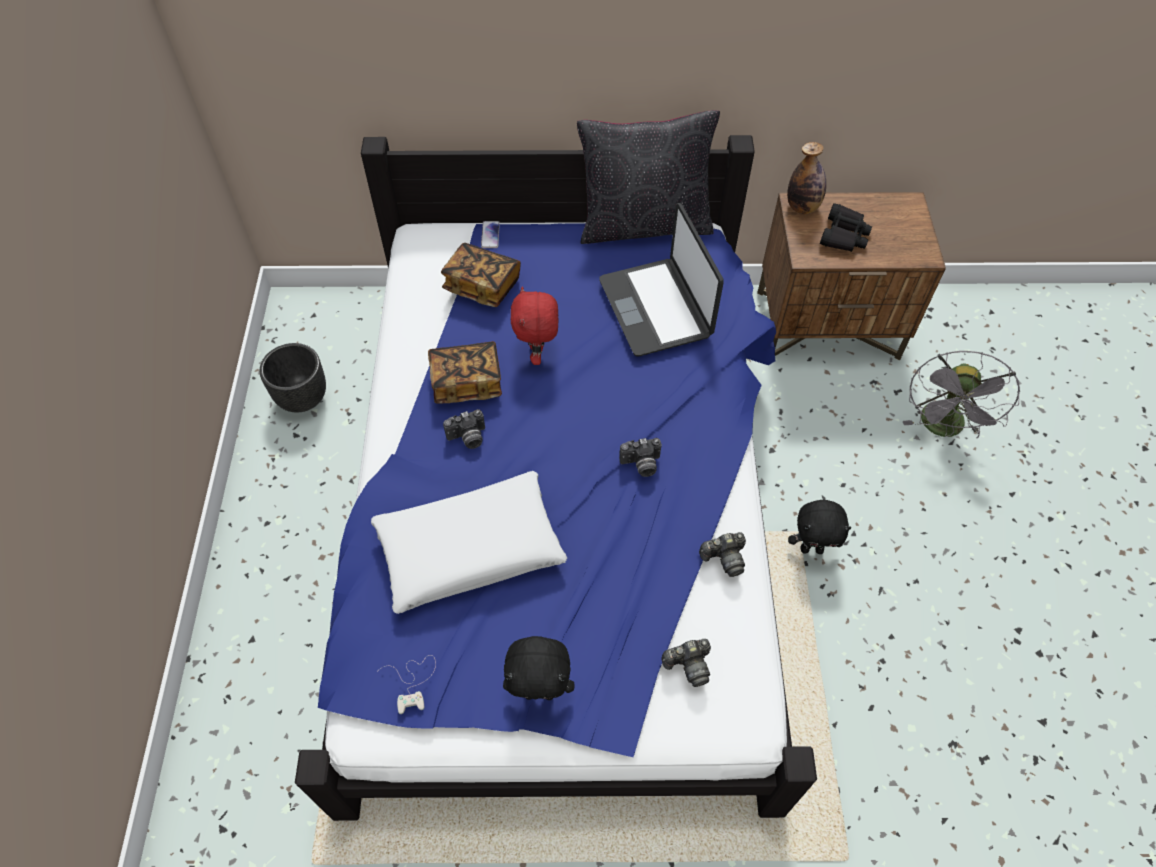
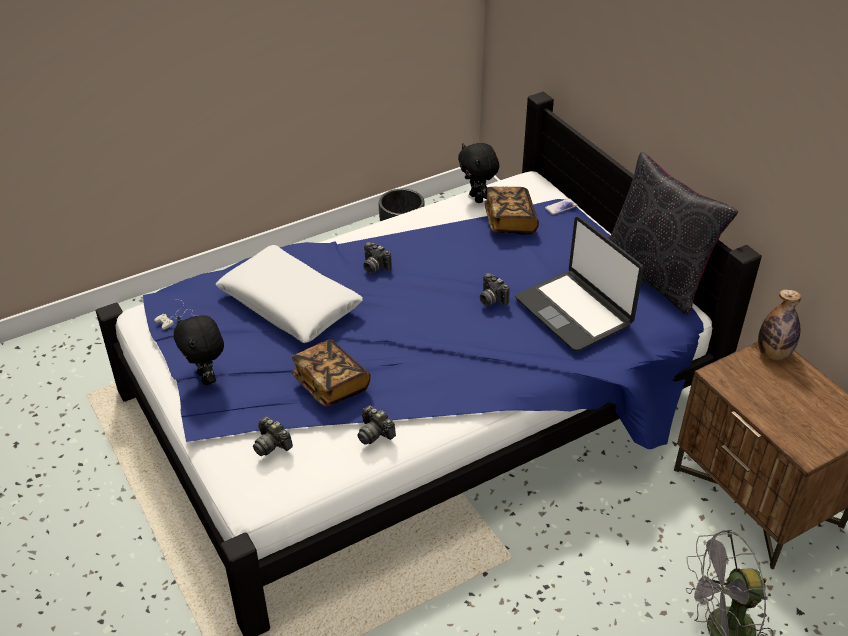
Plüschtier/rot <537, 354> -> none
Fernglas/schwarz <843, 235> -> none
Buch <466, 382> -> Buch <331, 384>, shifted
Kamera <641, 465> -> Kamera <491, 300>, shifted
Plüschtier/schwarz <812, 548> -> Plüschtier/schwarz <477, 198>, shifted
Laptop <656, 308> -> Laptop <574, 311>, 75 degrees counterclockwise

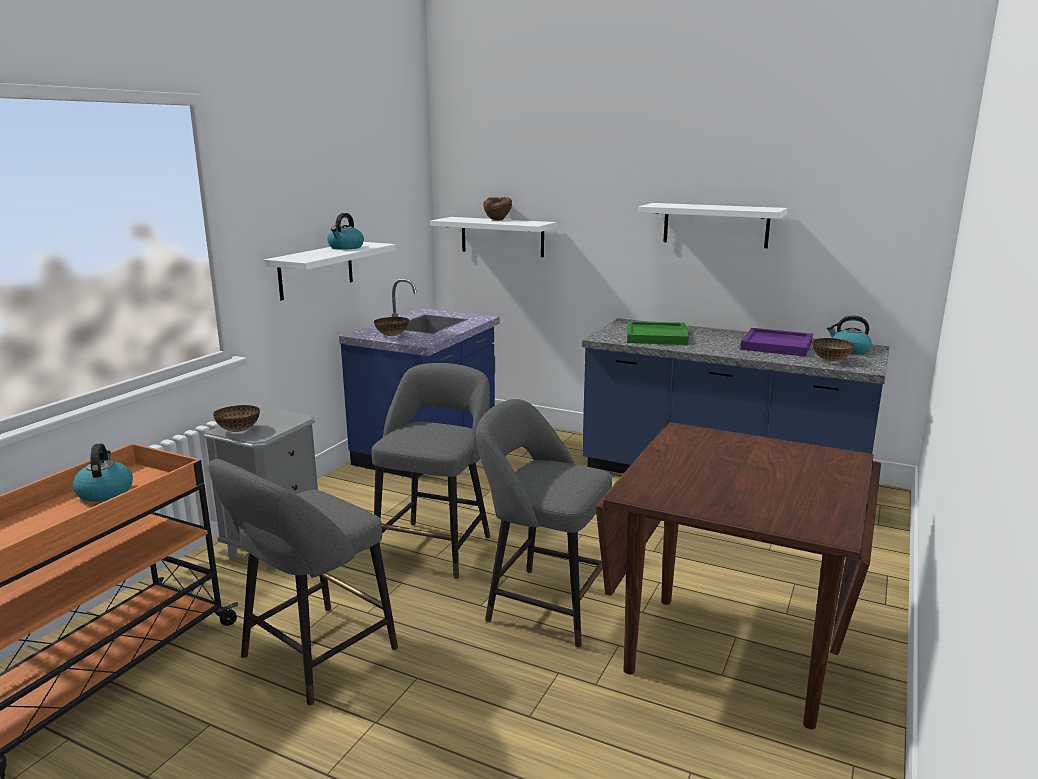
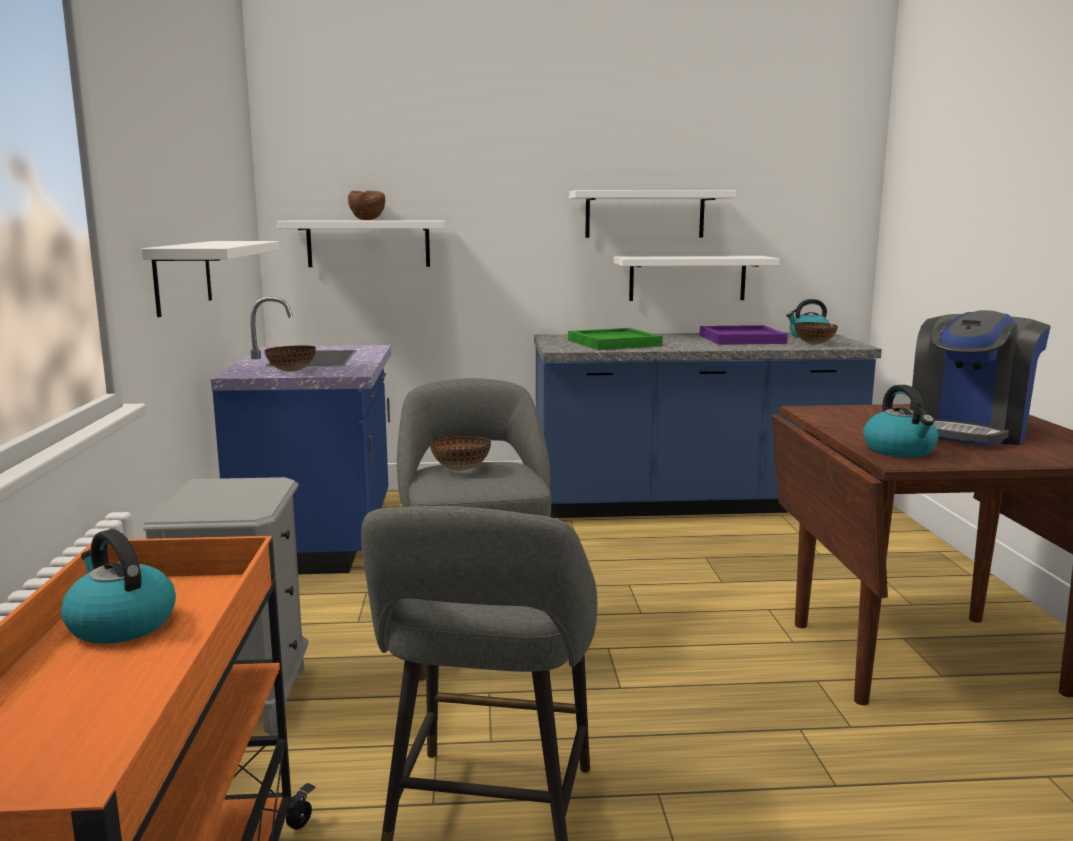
Hocker/grau <544, 604> -> none
none -> Wandregal/weiß <687, 278>
none -> Kaffeemaschine <969, 431>
Schüssel <239, 430> -> Schüssel <461, 469>, shifted
Wasserkessel <346, 247> -> Wasserkessel <900, 450>, shifted

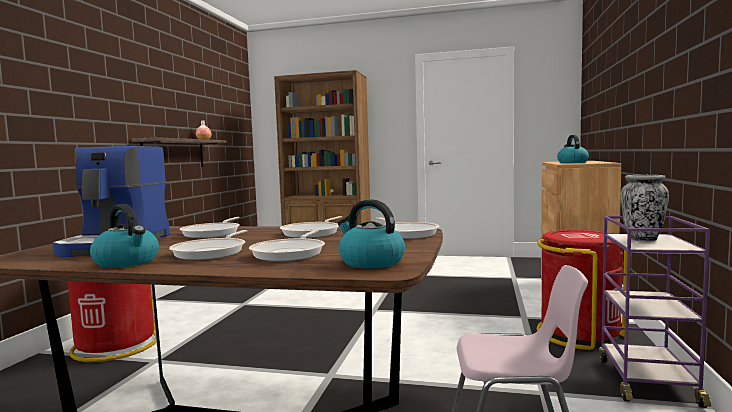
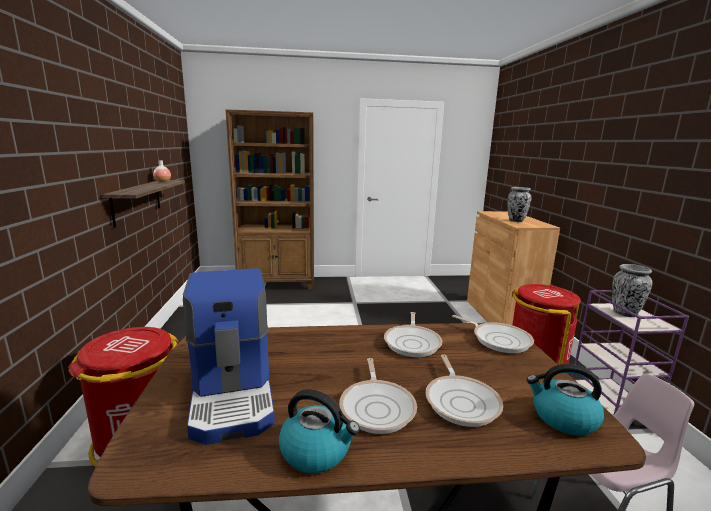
Pfanne <213, 233> -> none
Wasserkessel <572, 162> -> Vase <516, 221>

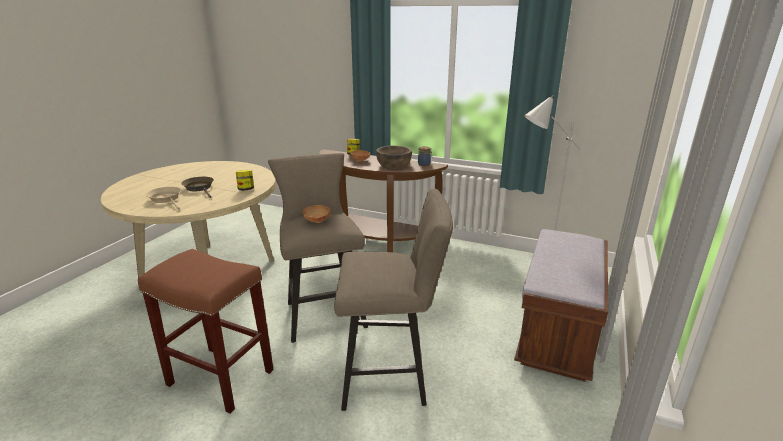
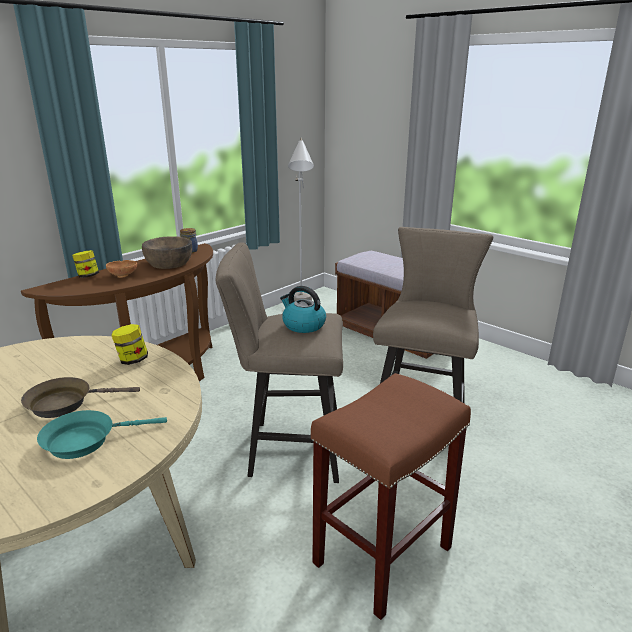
Schüssel/braun <316, 221> -> Wasserkessel <303, 325>
Pfanne/beige <166, 199> -> Pfanne/türkis <86, 440>

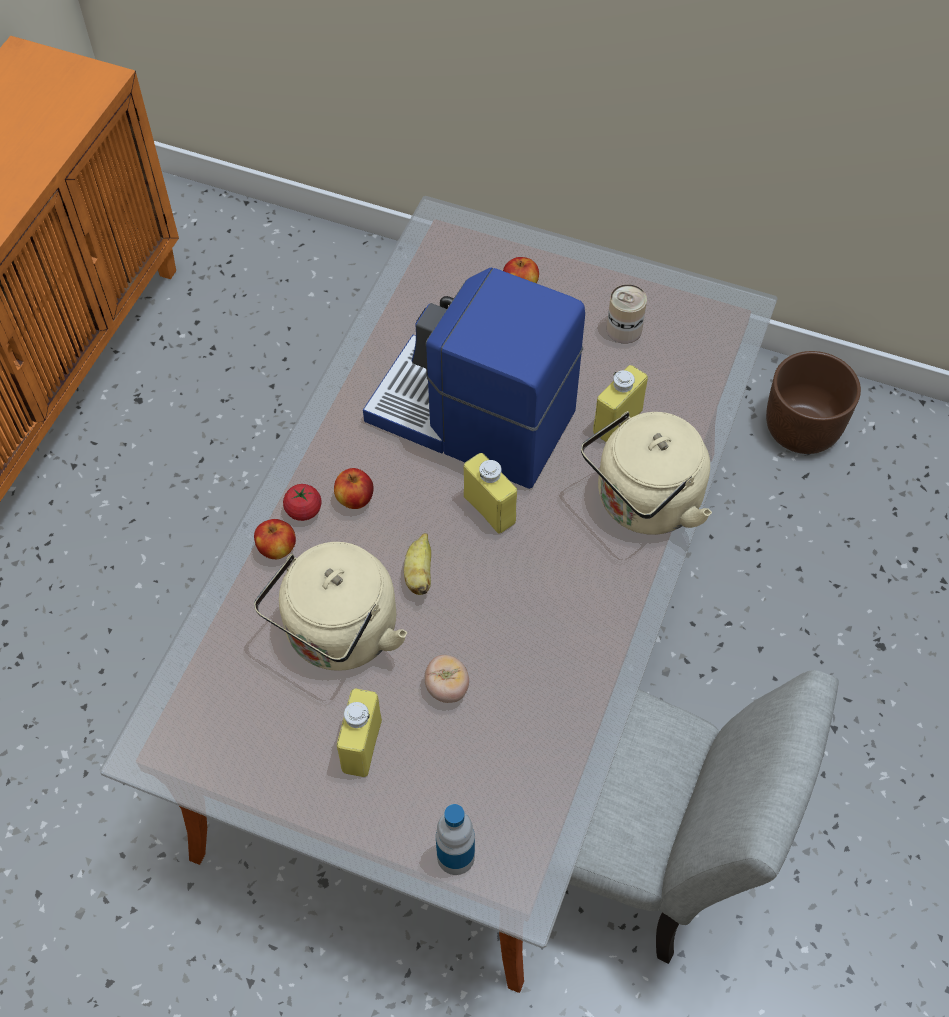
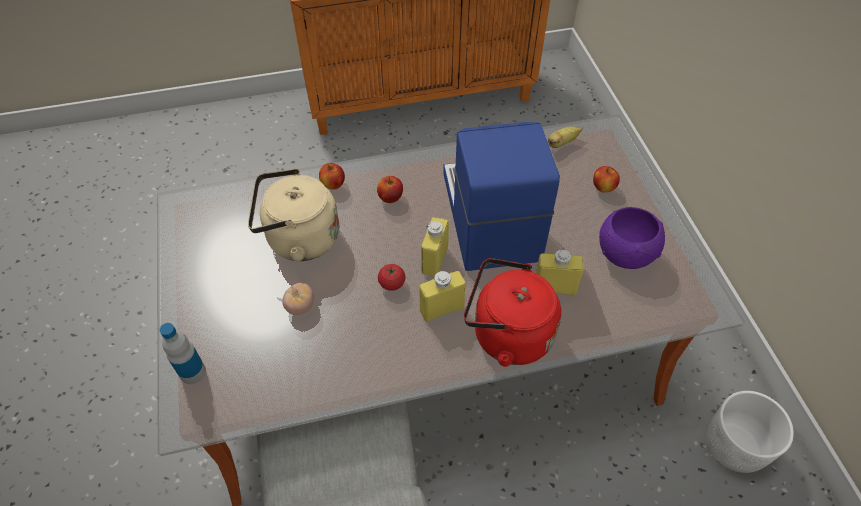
Tomate <303, 510> -> Tomate <392, 283>, shifted
Flasche/gelb <362, 746> -> Flasche/gelb <441, 309>, shifted
Banane <419, 573> -> Banane <562, 143>, shifted
Dose <624, 329> -> Schüssel/lila <626, 253>
Wasserkessel/beige <643, 503> -> Wasserkessel/rot <507, 335>
Pflanzkübel/braun <801, 428> -> Pflanzkübel/weiß <734, 446>

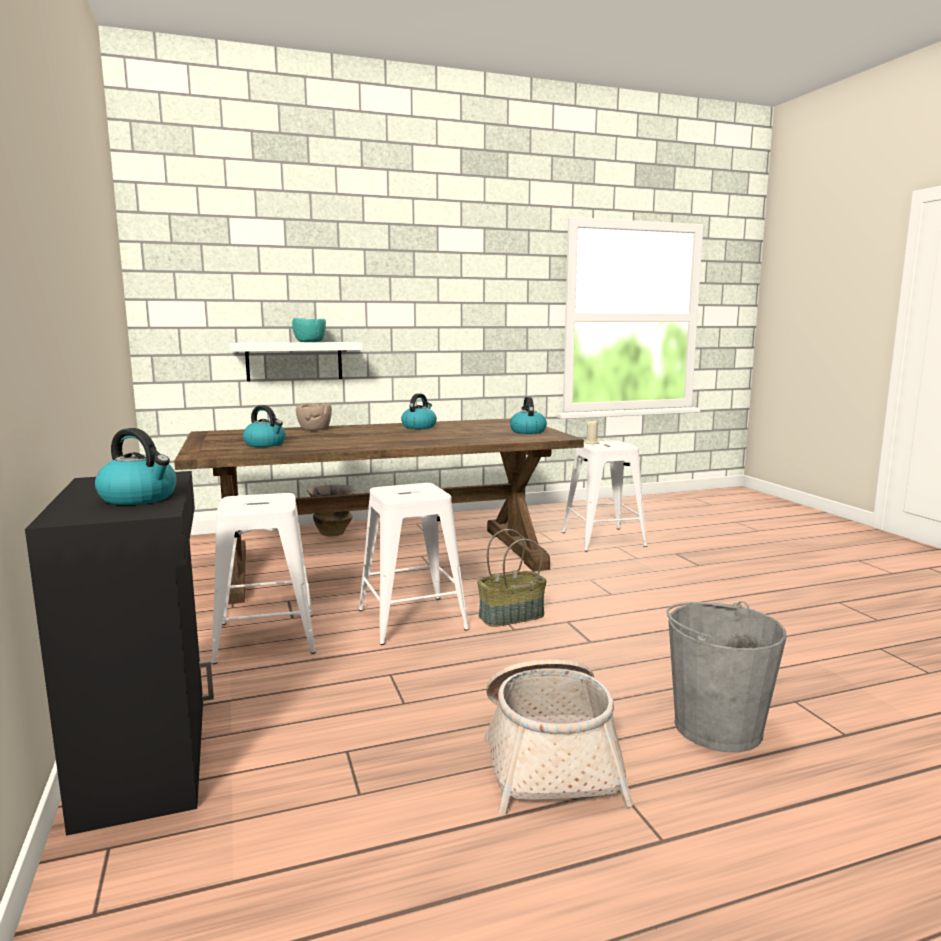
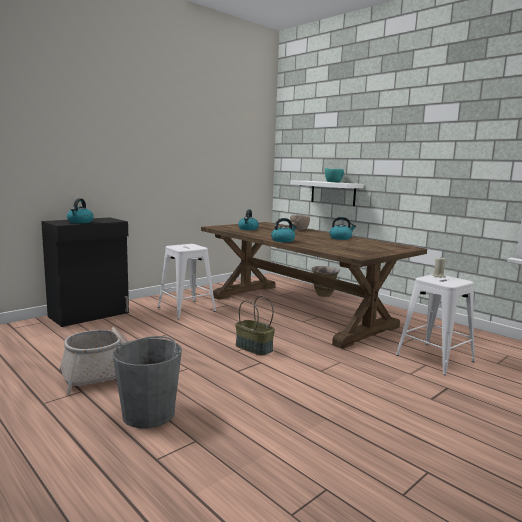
Hocker/weiß <412, 619> -> none
Wasserkessel <527, 431> -> Wasserkessel <283, 240>, shifted

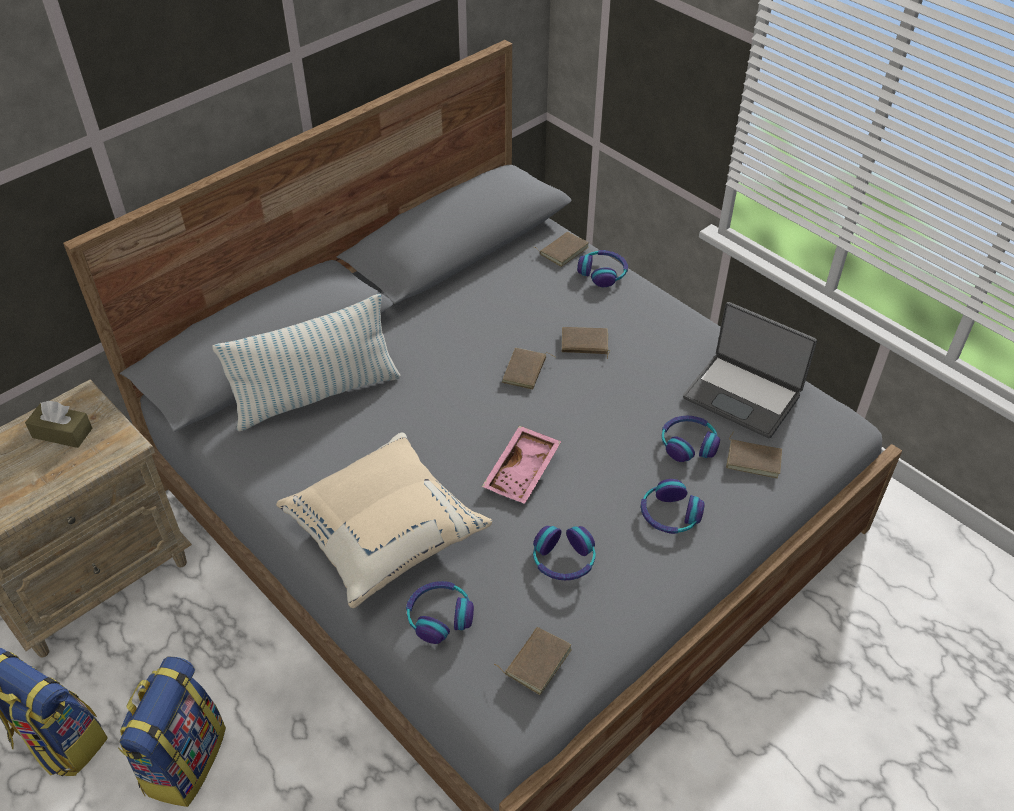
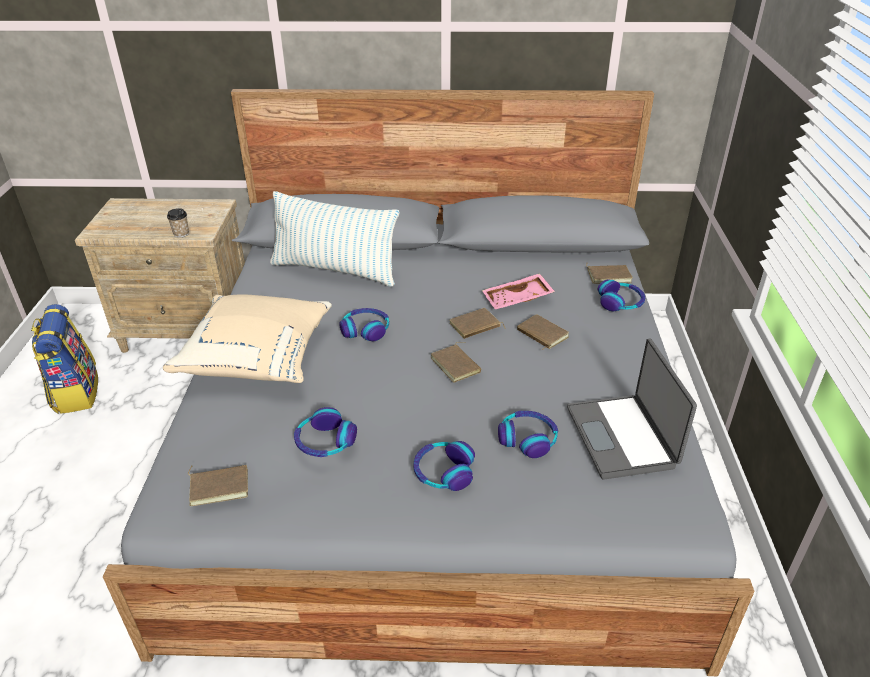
Taschentuchbox/braun <62, 433> -> none
Rucksack <184, 759> -> none
none -> Tasse <181, 234>
Kopfhörer <439, 616> -> Kopfhörer <365, 330>, shifted
Tablett/rosa <523, 472> -> Tablett/rosa <517, 300>, shifted
Buch/braun <754, 459> -> Buch/braun <457, 365>, shifted

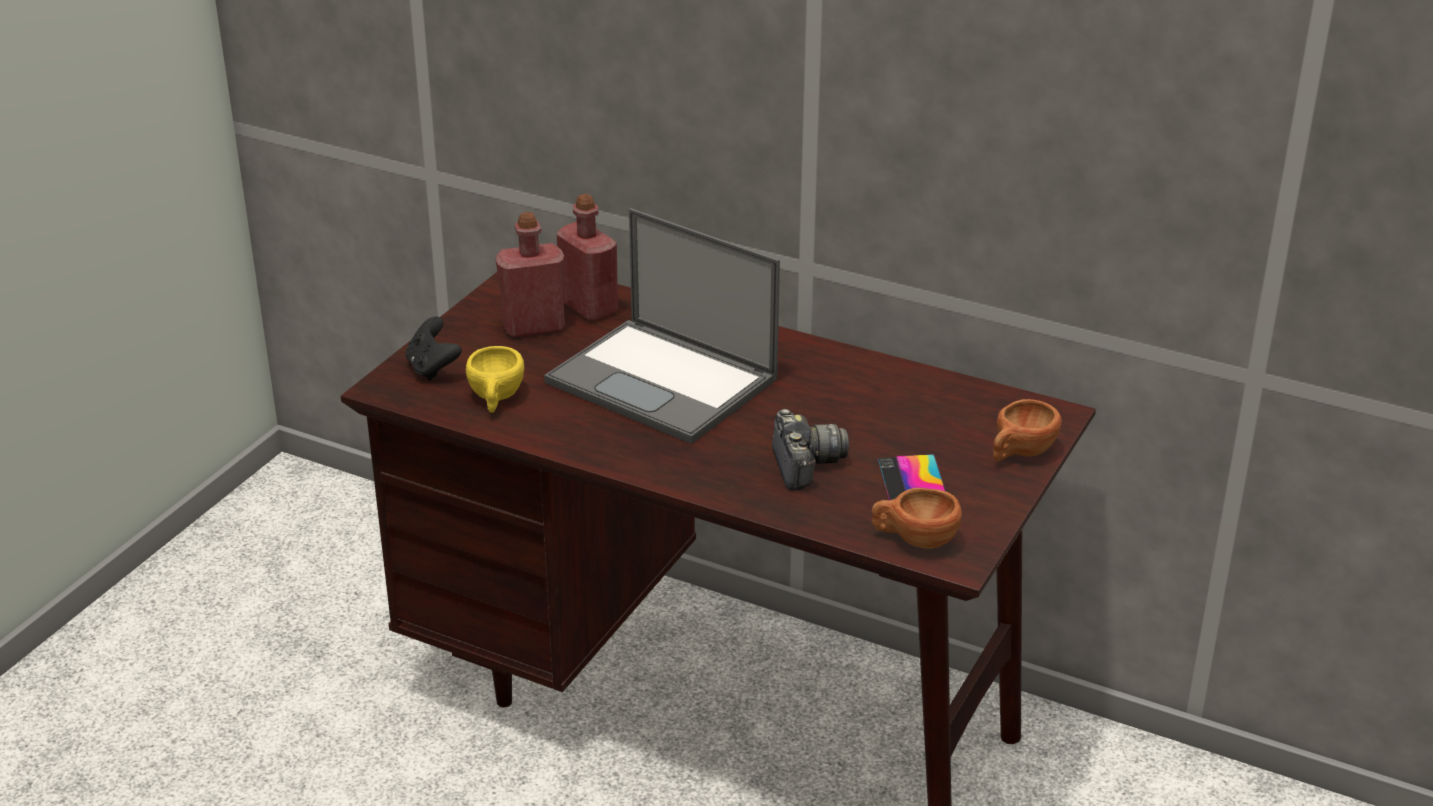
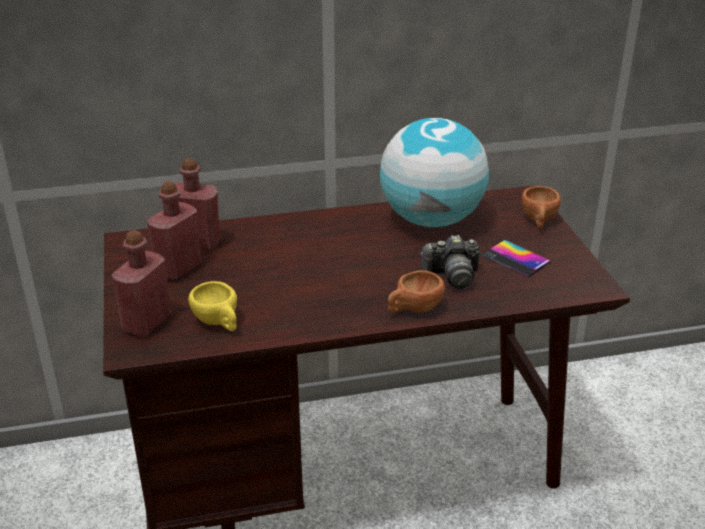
Laptop <664, 381> -> none
none -> Globus <431, 219>
Tasse/braun <914, 539> -> Tasse/braun <413, 309>, shifted
Gamepad/schwarz <433, 368> -> Flasche/rot <146, 323>
Kamera <805, 465> -> Kamera <452, 275>, 135 degrees clockwise

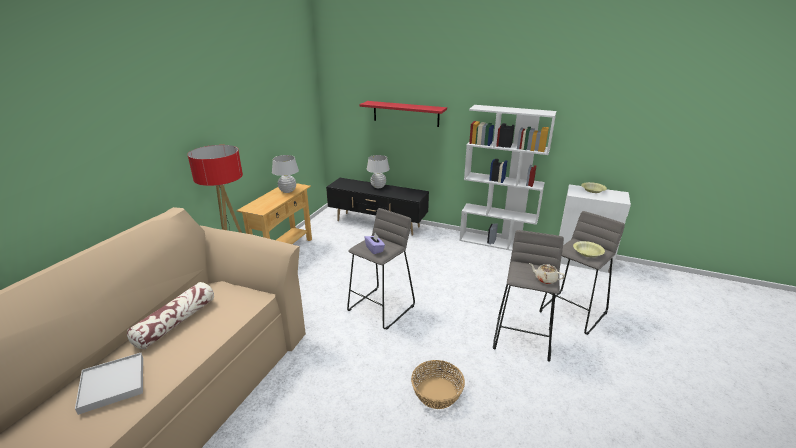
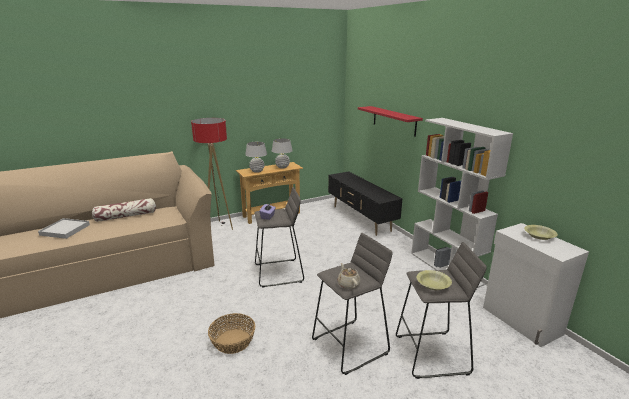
Tischlampe/weiß <378, 186> -> Tischlampe/weiß <257, 171>, shifted

